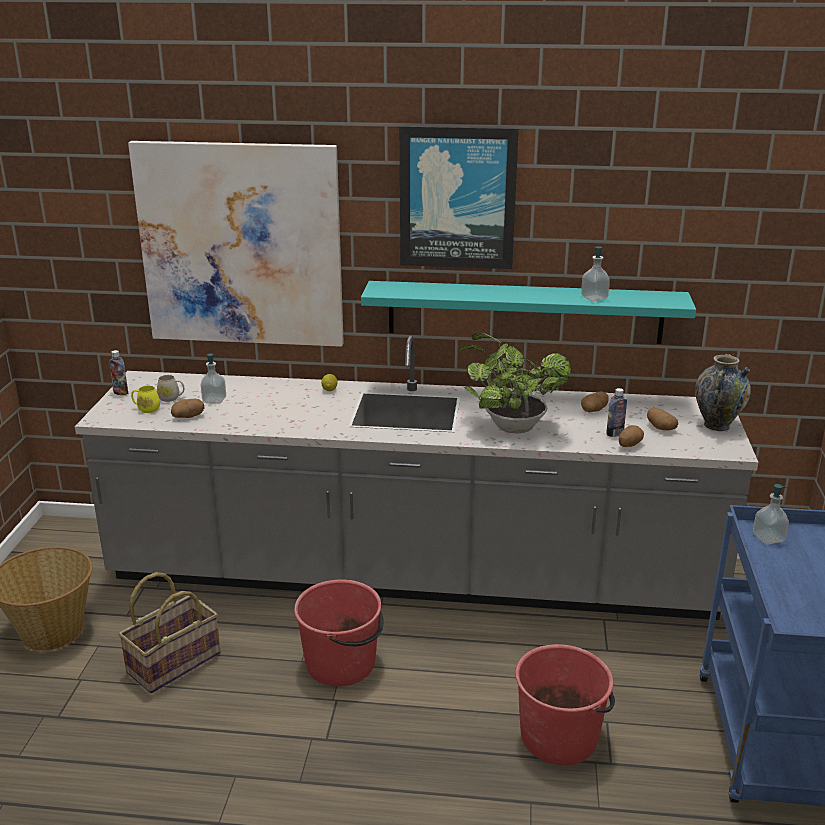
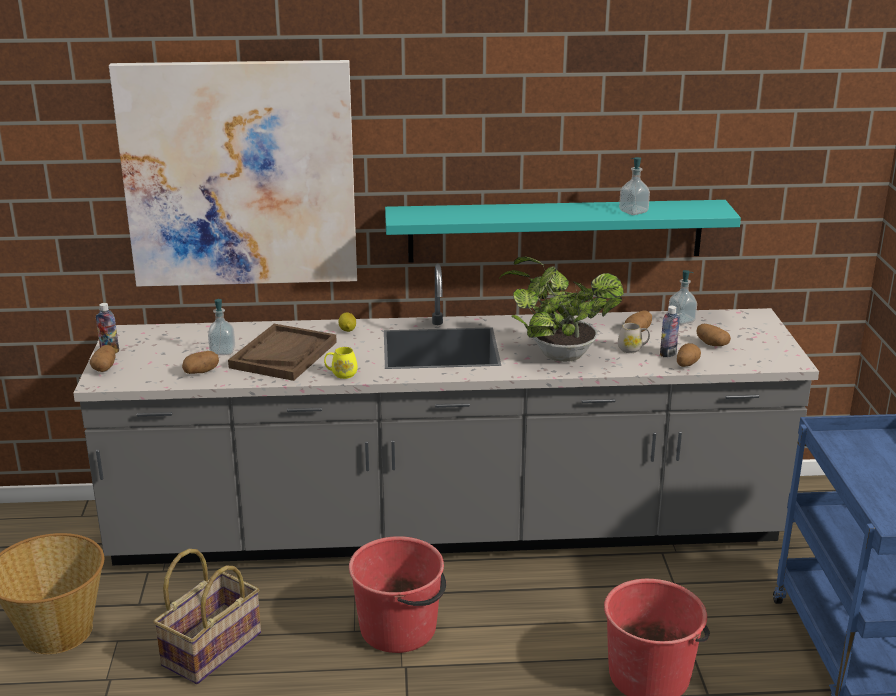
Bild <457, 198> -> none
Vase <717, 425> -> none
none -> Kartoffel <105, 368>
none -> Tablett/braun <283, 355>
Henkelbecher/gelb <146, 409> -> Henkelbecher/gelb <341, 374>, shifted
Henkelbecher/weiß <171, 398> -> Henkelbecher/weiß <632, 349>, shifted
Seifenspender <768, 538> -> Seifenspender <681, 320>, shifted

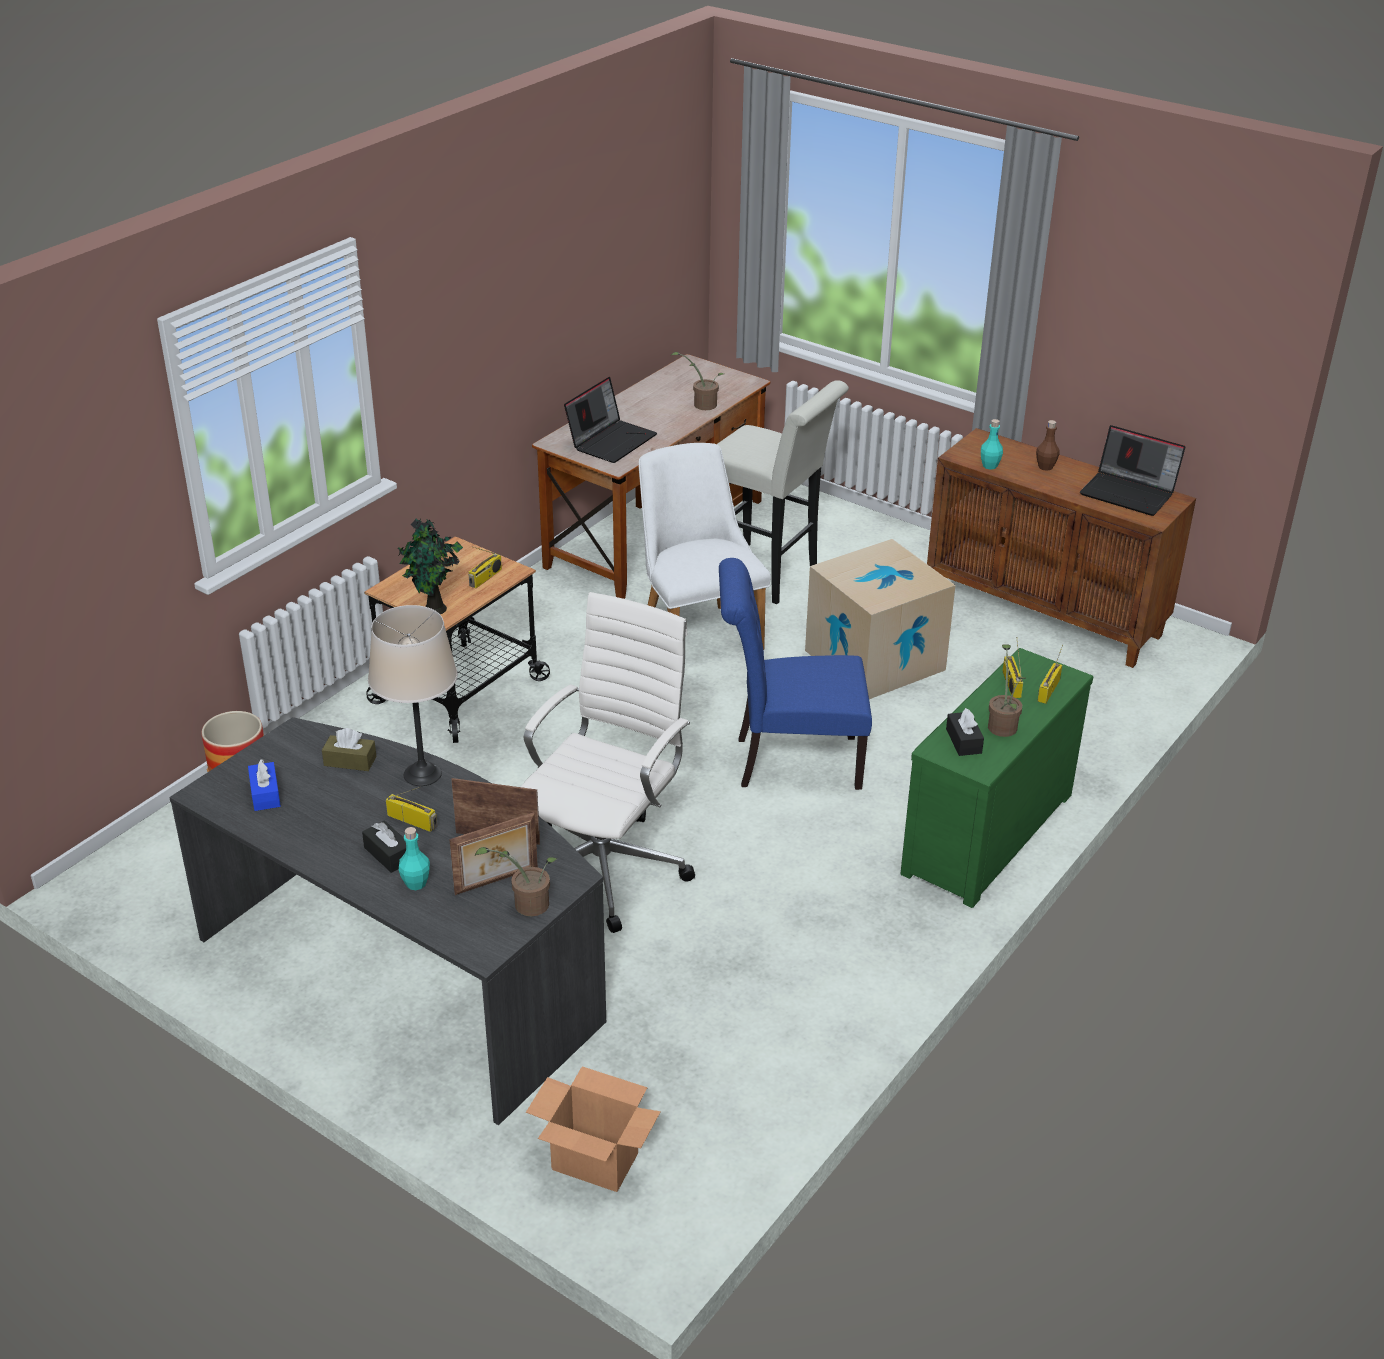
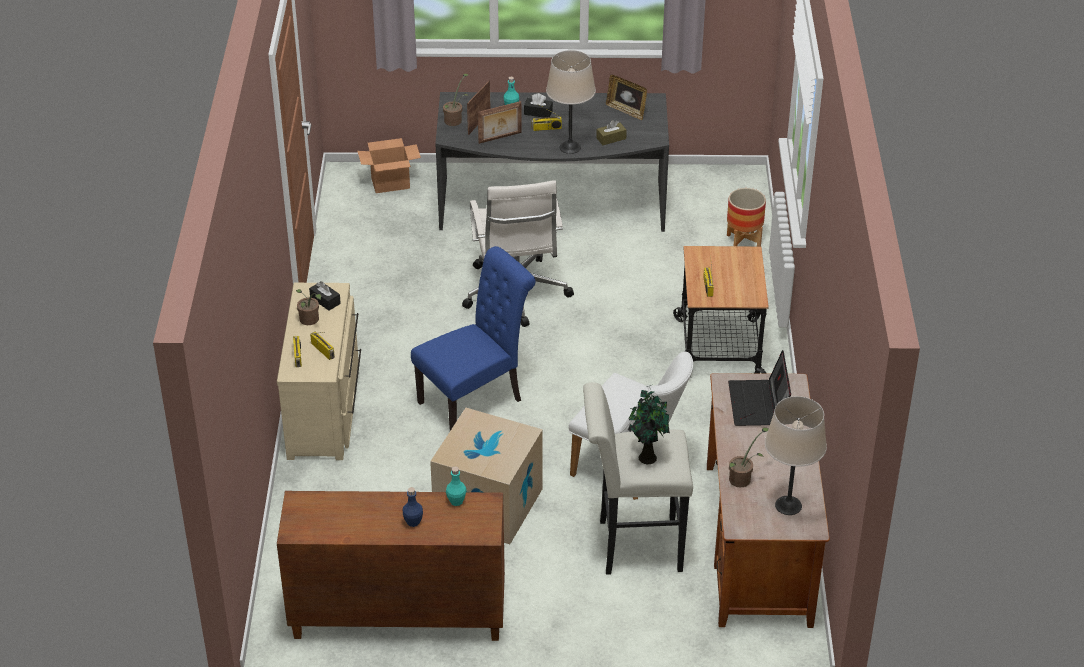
Laptop <1129, 493> -> none
none -> Tischlampe/beige <788, 505>
Topfpflanze <434, 610> -> Topfpflanze <646, 456>, shifted
Taschentuchbox/blau <265, 794> -> Bilderrahmen <626, 111>
Kommode/grün <983, 831> -> Kommode/beige <326, 409>
Flasche/braun <1045, 467> -> Flasche/blau <413, 522>

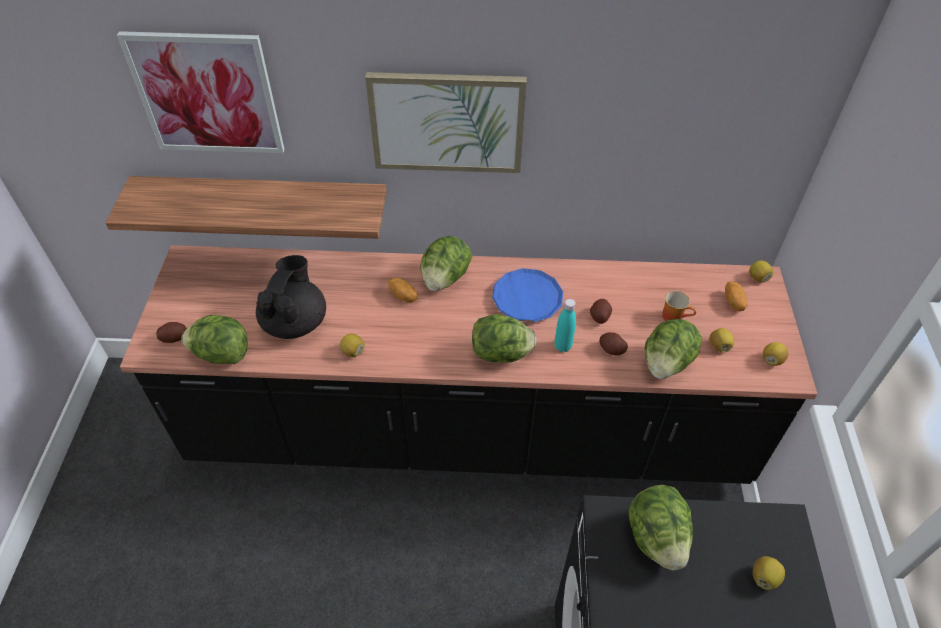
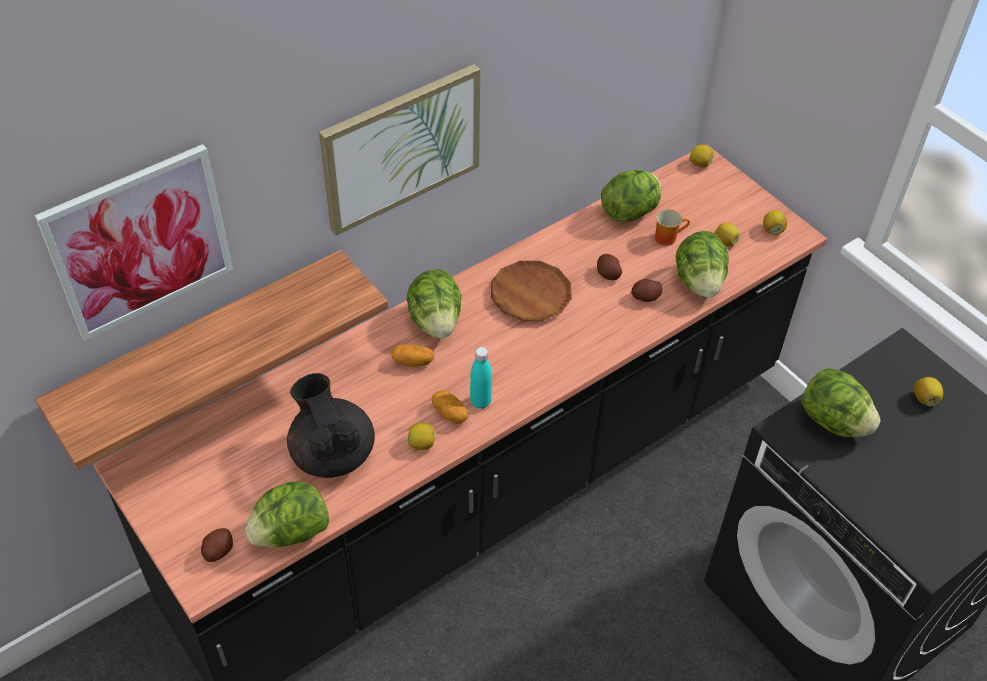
Salatkopf <501, 353> -> Salatkopf <630, 212>, shifted
Flasche/türkis <562, 346> -> Flasche/türkis <480, 402>, shifted
Kartoffel <733, 302> -> Kartoffel <450, 414>, shifted
Teller/blau <527, 299> -> Teller/braun <530, 295>

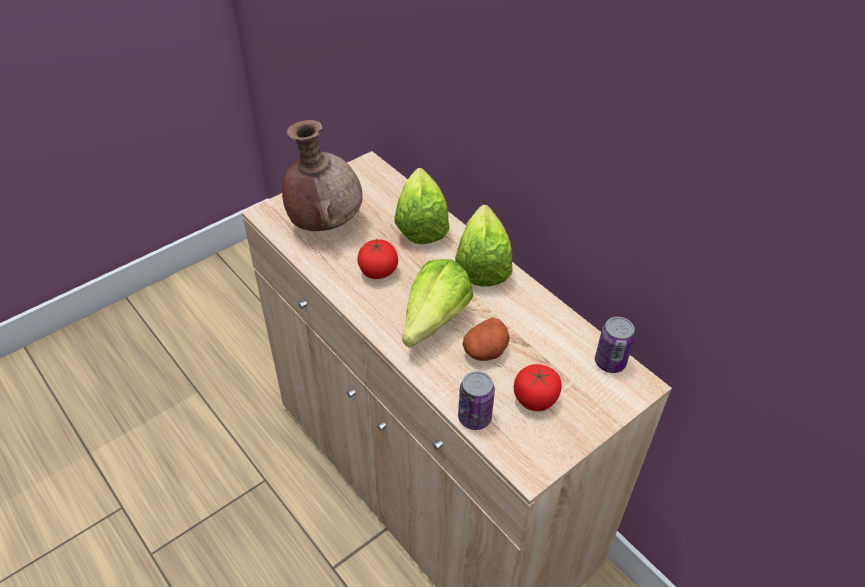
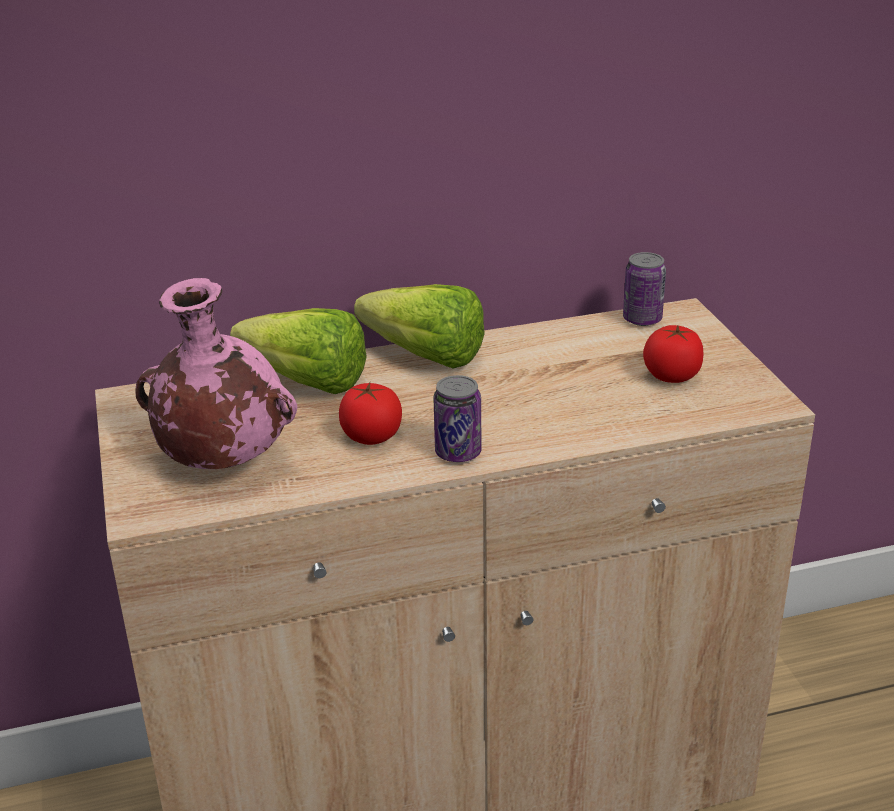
Salatkopf <428, 327> -> none
Kartoffel <485, 351> -> none
Dose <474, 417> -> Dose <458, 453>, shifted
Vase/braun <325, 222> -> Vase/rosa <222, 461>

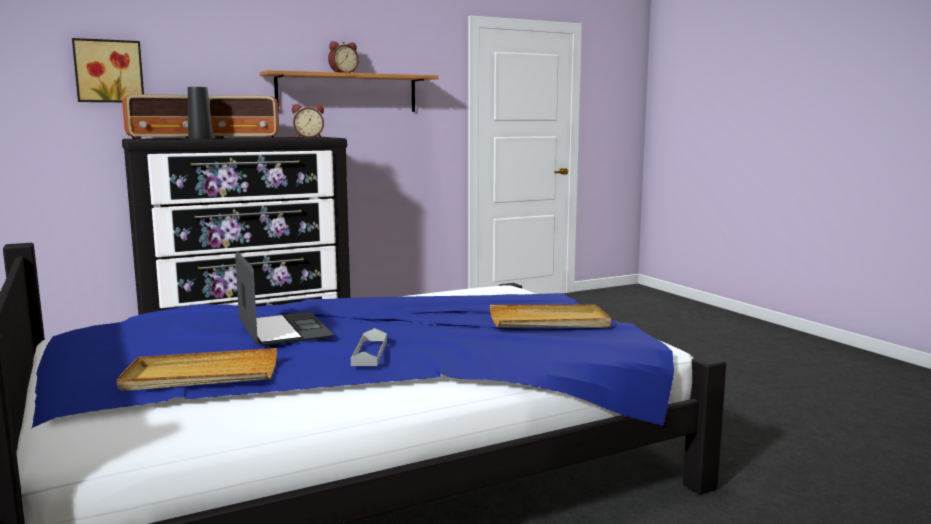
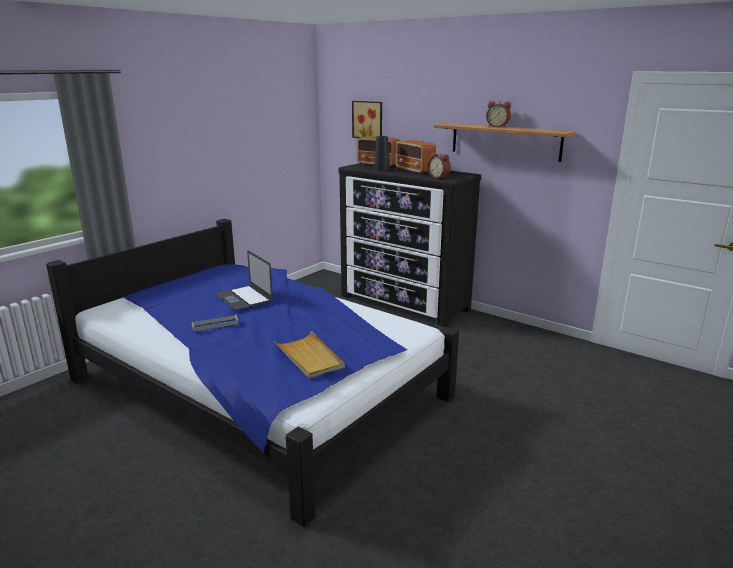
Tablett/beige <201, 375> -> none
Laptop <283, 329> -> Laptop <244, 298>, 105 degrees clockwise

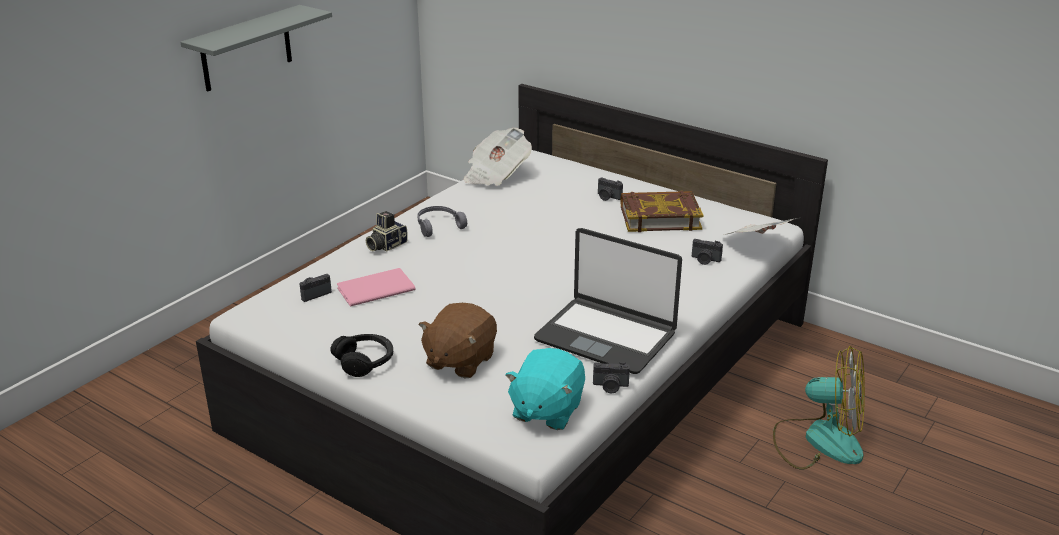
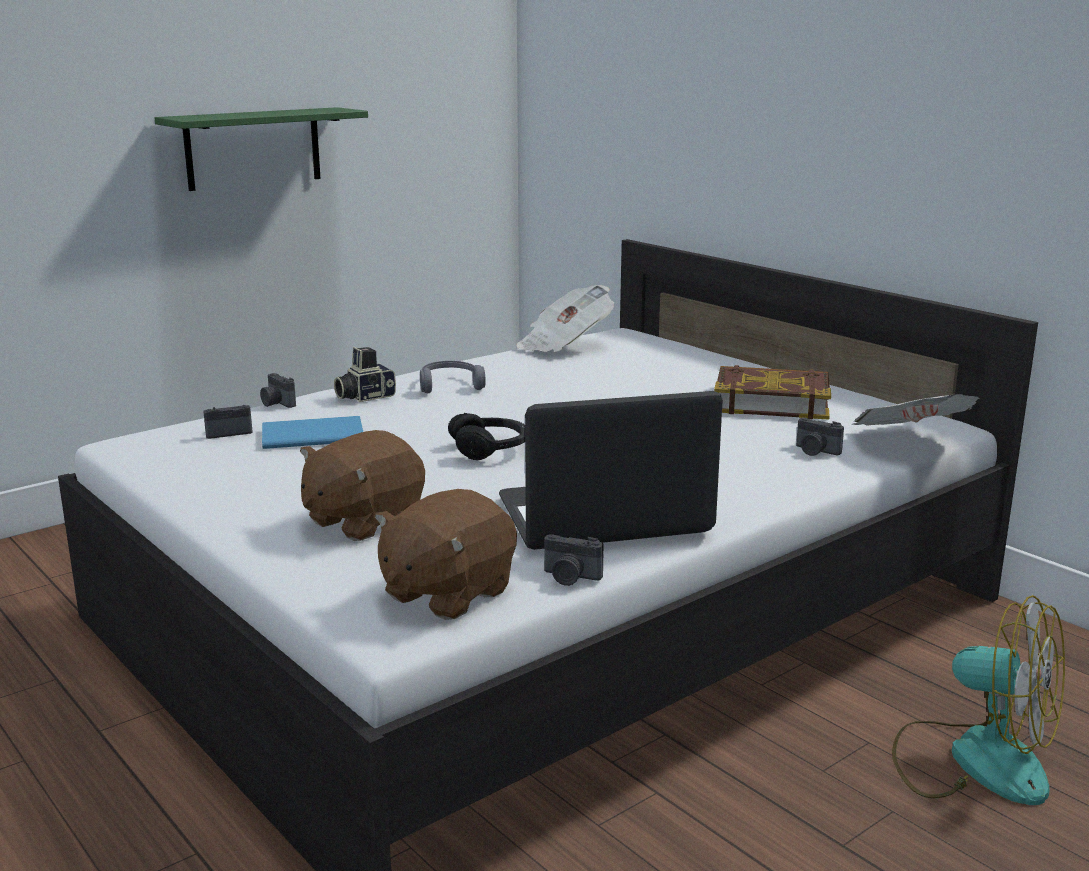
Kopfhörer/schwarz <364, 361> -> Kopfhörer/schwarz <490, 449>, shifted
Kamera <607, 197> -> Kamera <277, 403>, shifted
Wandregal/grau <246, 49> -> Wandregal/grün <253, 148>
Buch/rosa <373, 288> -> Buch/blau <310, 434>
Plüschtier/türkis <546, 410> -> Plüschtier/braun <446, 593>
Laptop <606, 336> -> Laptop <604, 518>, 120 degrees clockwise

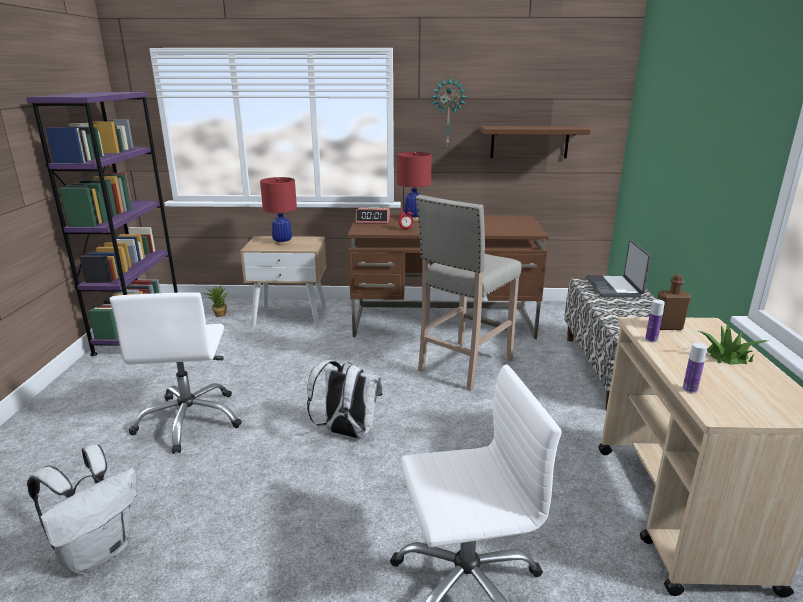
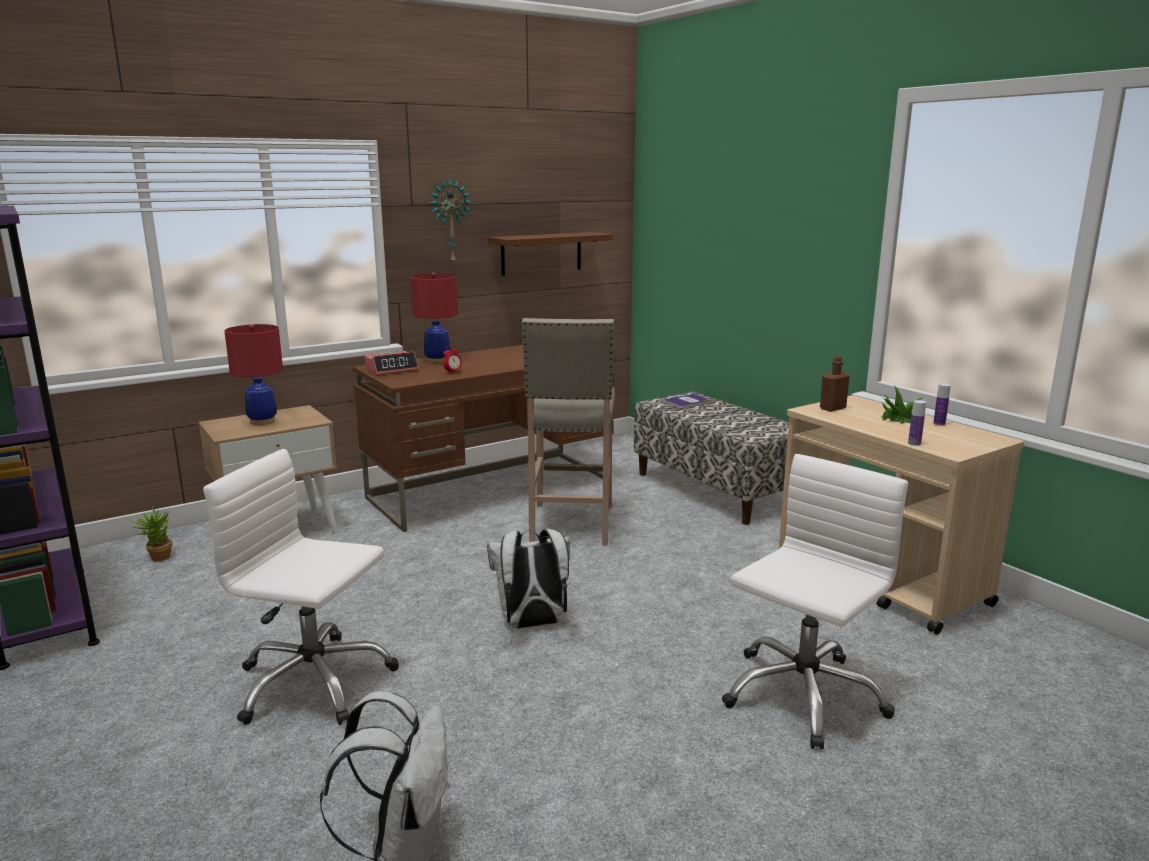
Flasche <651, 339> -> Flasche <939, 424>, shifted
Laptop <614, 287> -> Buch <687, 402>
Bürostuhl/weiß <190, 420> -> Bürostuhl/weiß <313, 682>, 150 degrees clockwise

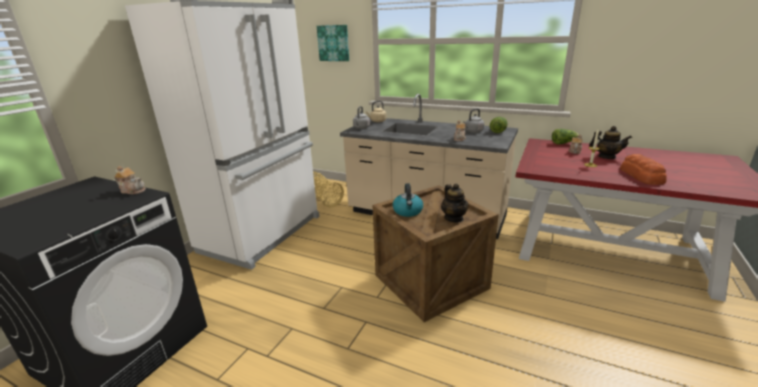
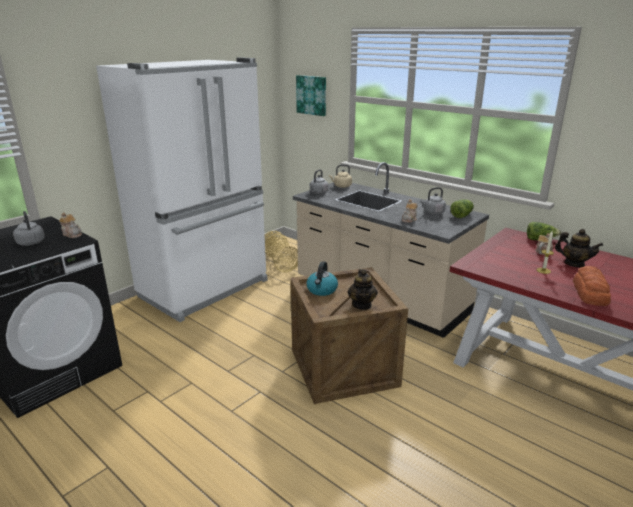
none -> Wasserkessel/grau <31, 242>

